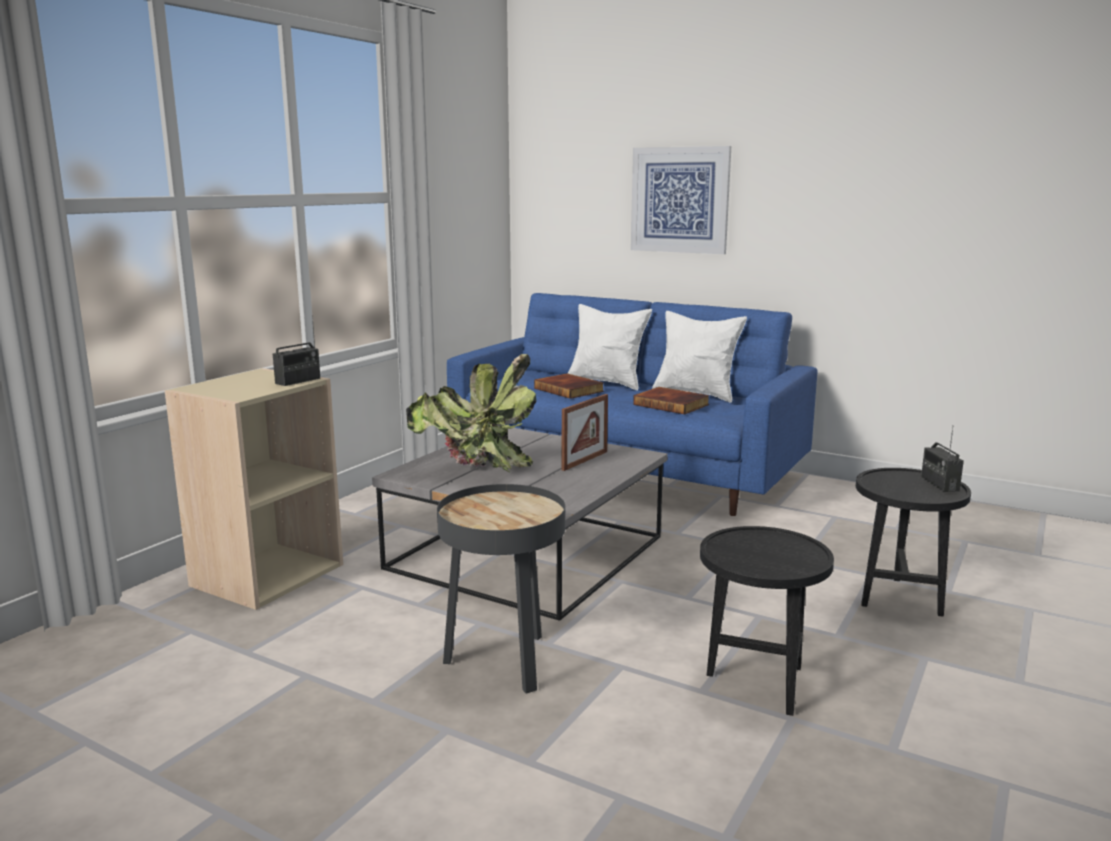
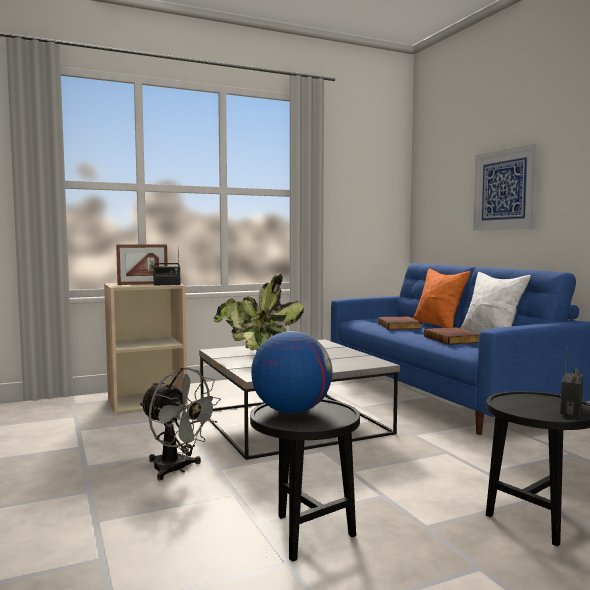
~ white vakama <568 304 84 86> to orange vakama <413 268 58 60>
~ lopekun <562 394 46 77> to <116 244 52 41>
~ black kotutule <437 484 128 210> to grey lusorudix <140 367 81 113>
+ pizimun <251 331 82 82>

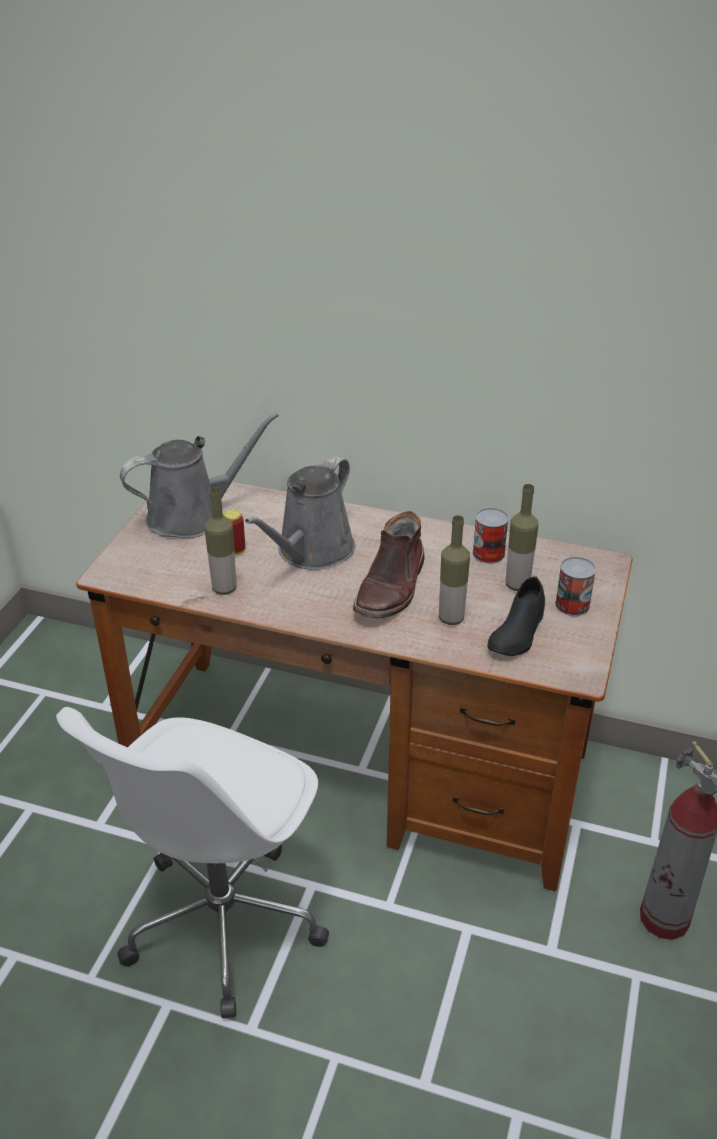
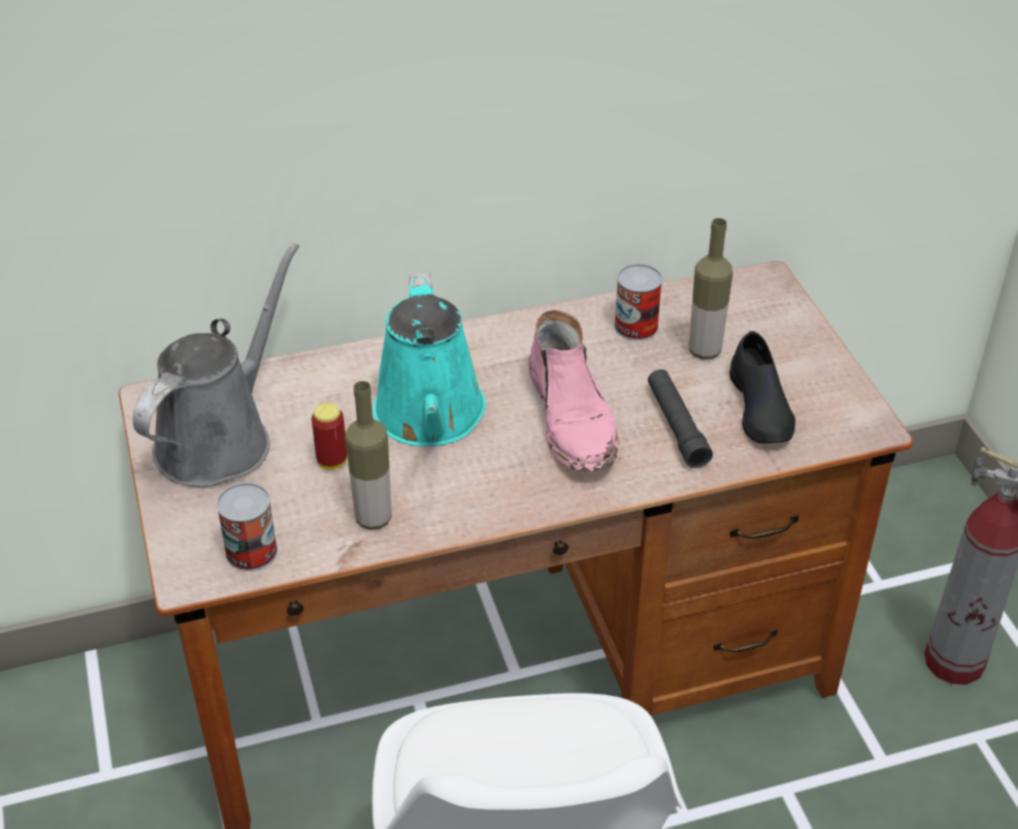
~ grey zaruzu <245 456 110 114> to turquoise zaruzu <373 273 113 173>
~ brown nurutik <353 511 72 107> to pink nurutik <529 310 89 161>
~ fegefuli <439 515 31 110> to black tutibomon <648 369 65 99>
~ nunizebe <555 557 41 59> to <216 483 62 88>

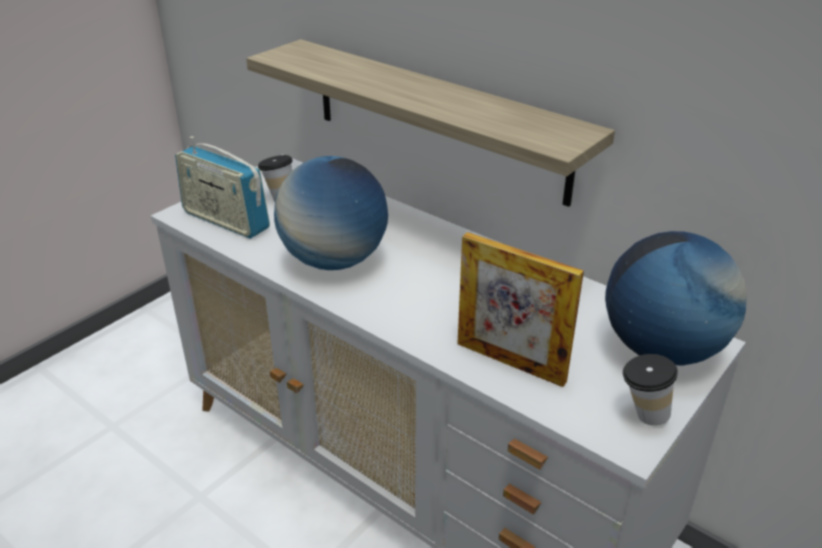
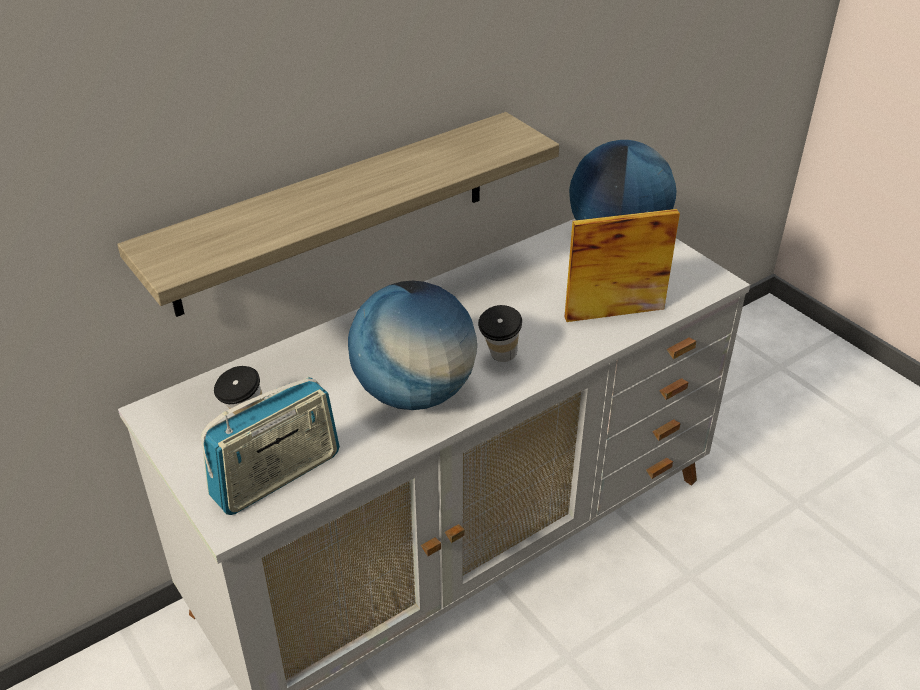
~ lopekun <458 232 126 155> = <565 209 115 113> 150 degrees counterclockwise
~ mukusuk <623 354 55 72> to <478 305 44 57>

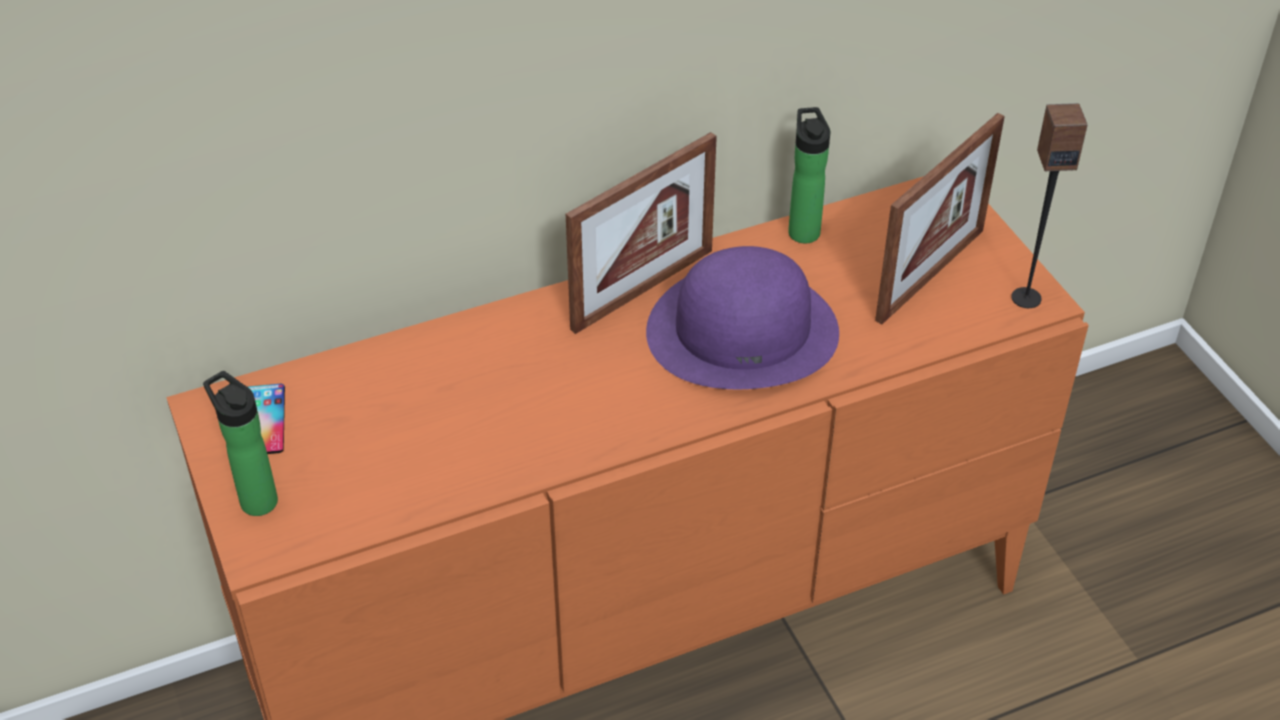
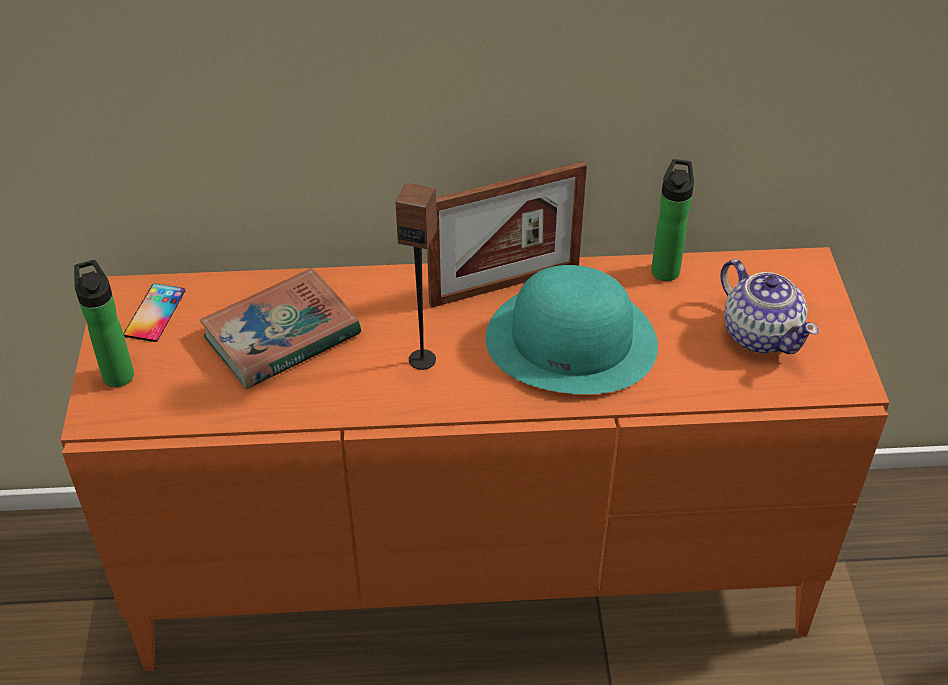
~ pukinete <1011 103 76 205> to <395 182 42 188>
~ lopekun <875 113 130 211> to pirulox <720 259 99 95>
~ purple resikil <646 246 193 143> to turquoise resikil <486 265 172 129>
+ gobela <200 268 161 121>

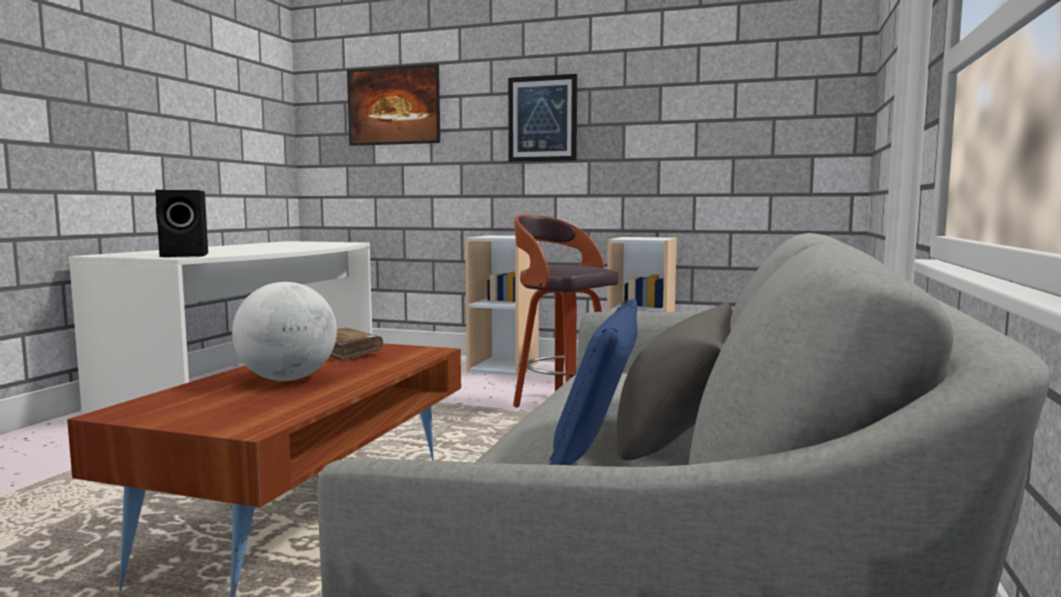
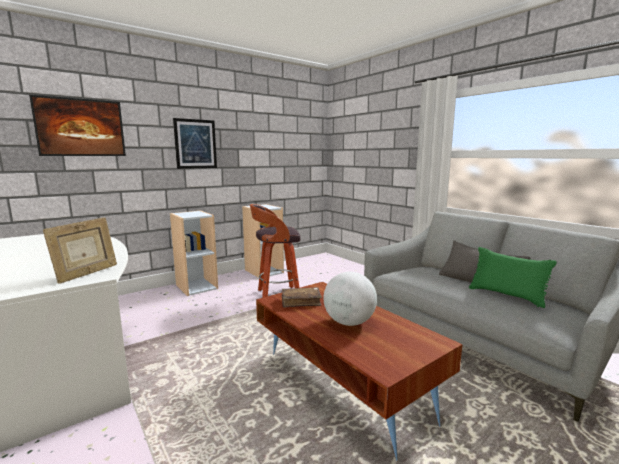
~ black pukinete <155 190 53 67> to lopekun <43 217 74 66>
~ blue vakama <549 299 89 166> to green vakama <469 247 88 61>

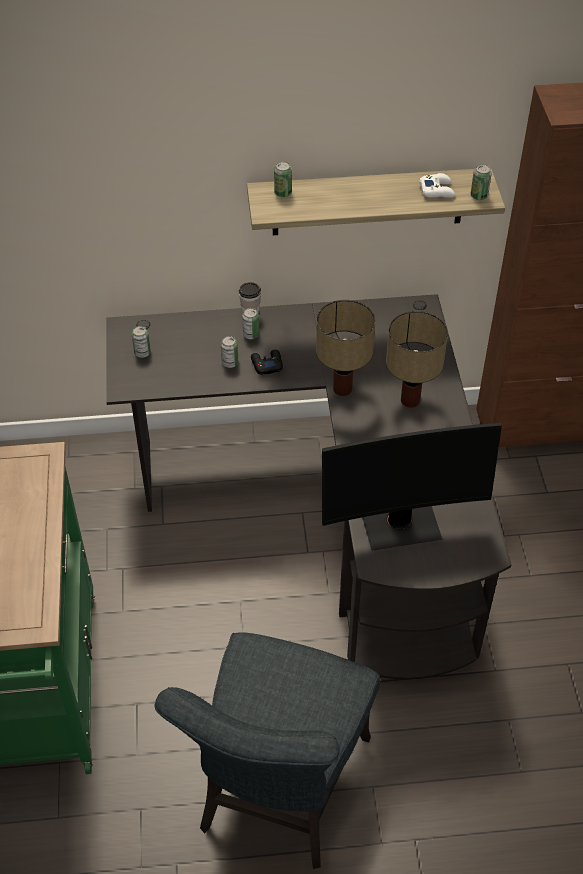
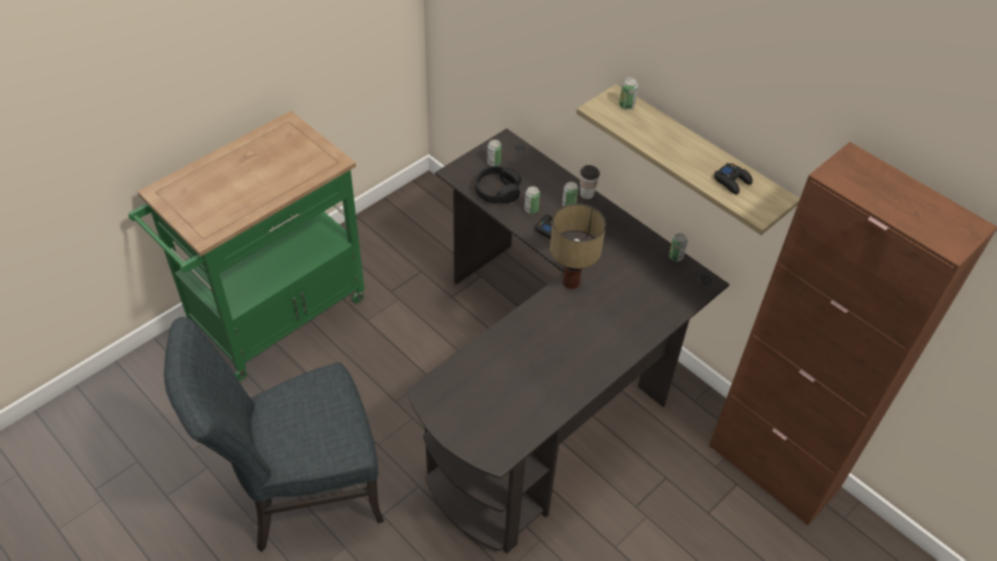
~ nunizebe <471 164 21 36> to <669 233 19 28>
~ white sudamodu <419 173 36 25> to black sudamodu <714 163 39 32>
- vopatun <386 311 62 97>
- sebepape <322 423 180 128>
+ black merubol <475 166 46 38>

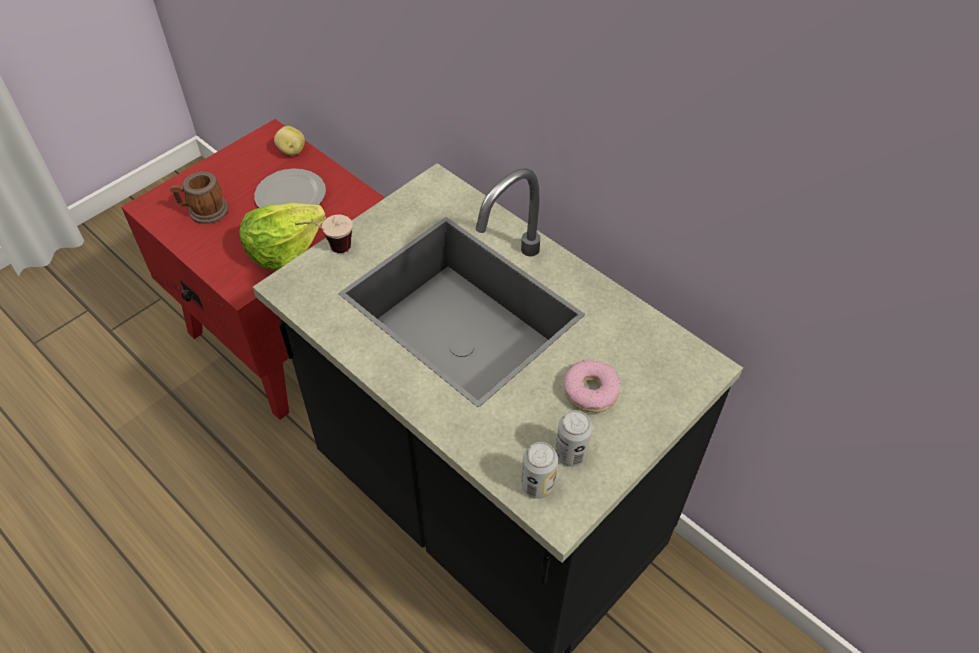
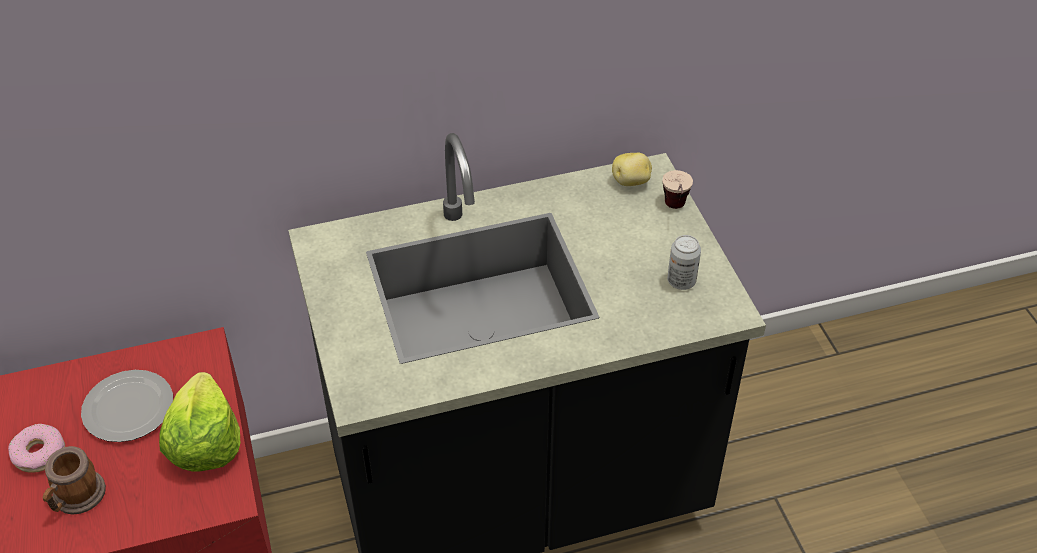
~ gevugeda <274 126 31 29> to <612 153 40 33>
~ mukusuk <295 214 58 39> to <662 170 31 39>
~ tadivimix <564 360 56 53> to <8 424 57 49>
- nunizebe <521 442 37 57>

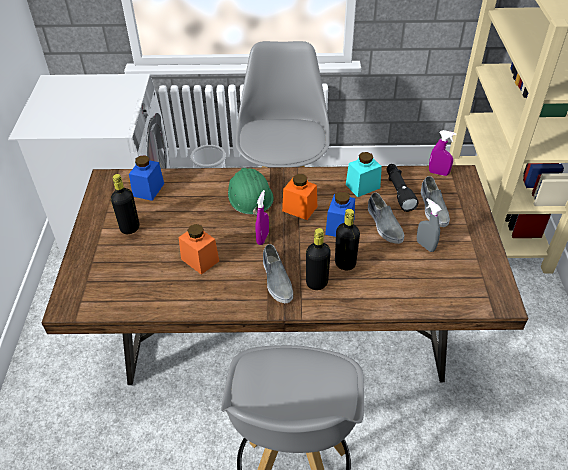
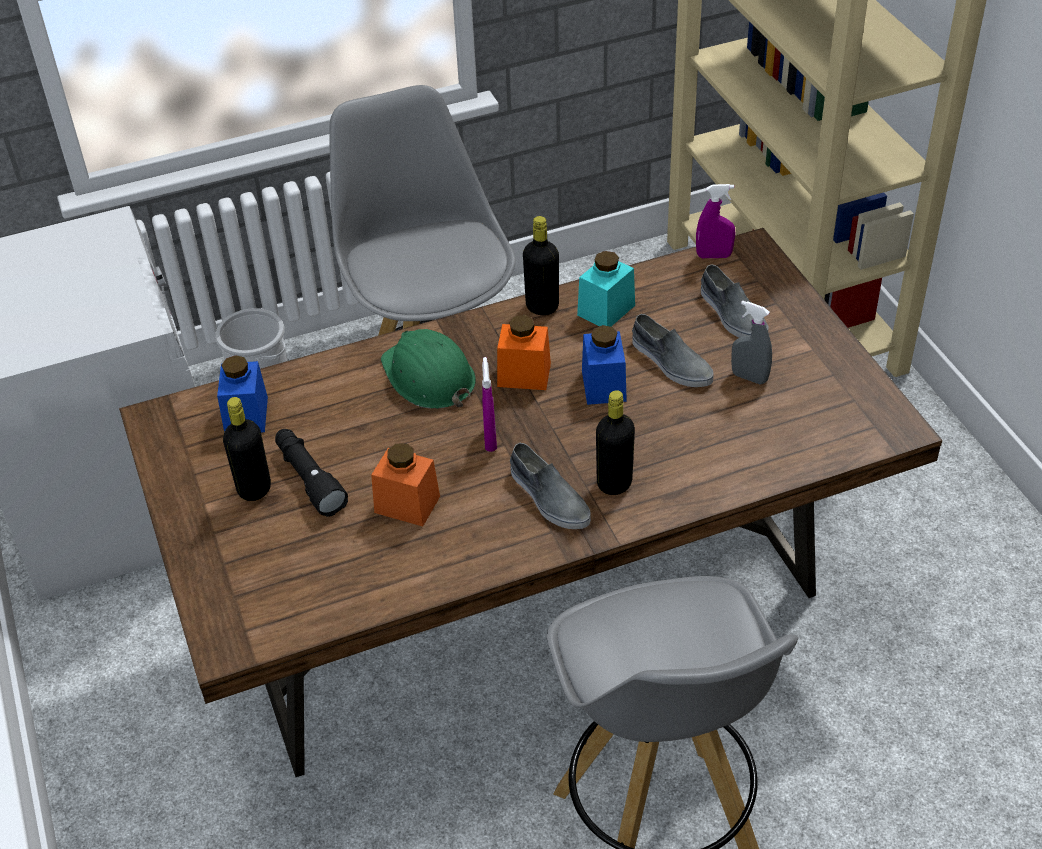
~ black tutibomon <387 164 32 48> to <275 429 73 88>
~ black fegefuli <335 209 25 61> to <523 216 36 99>

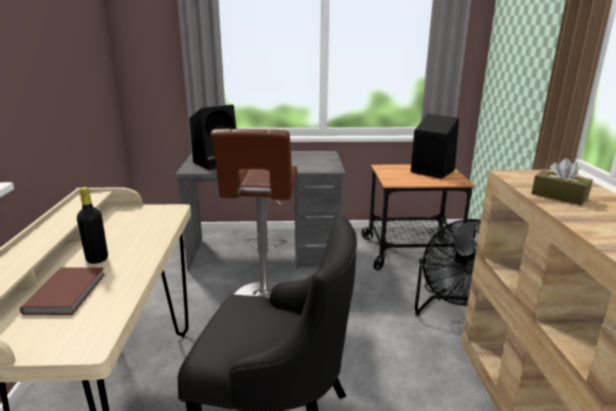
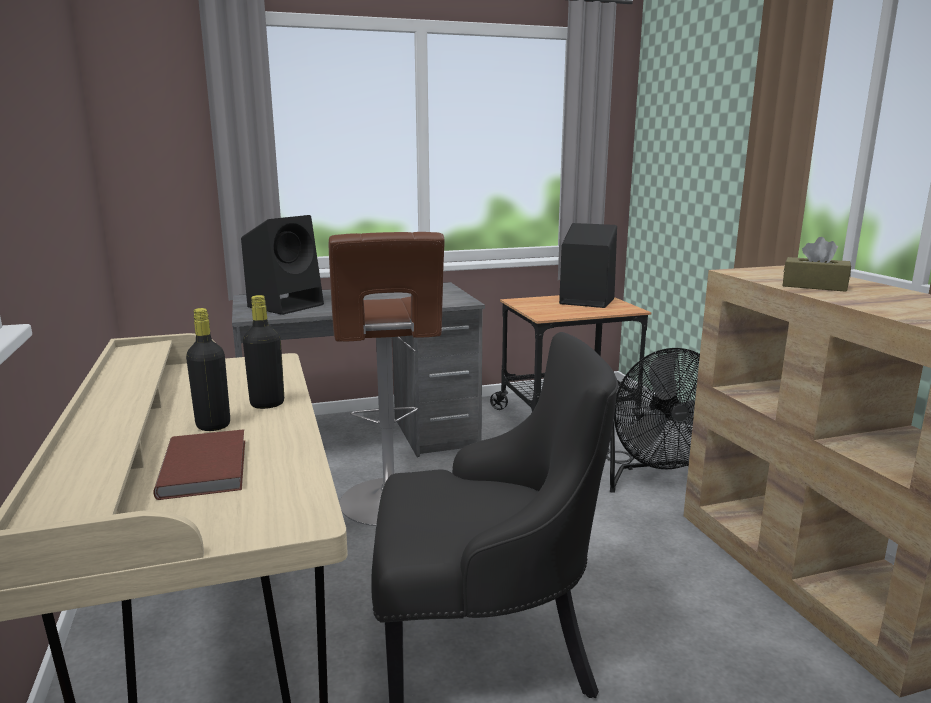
+ black fegefuli <243 295 41 114>

